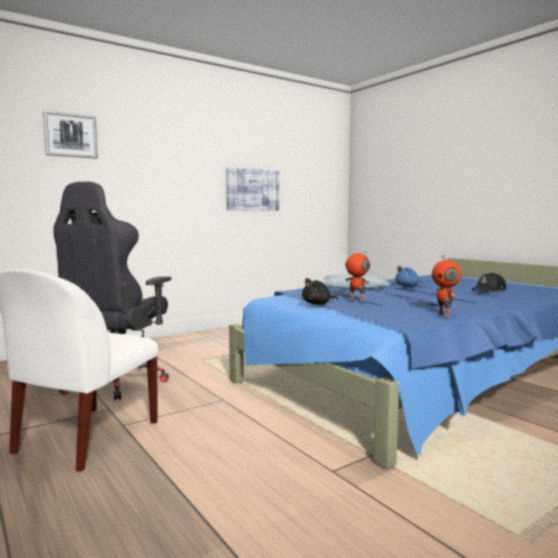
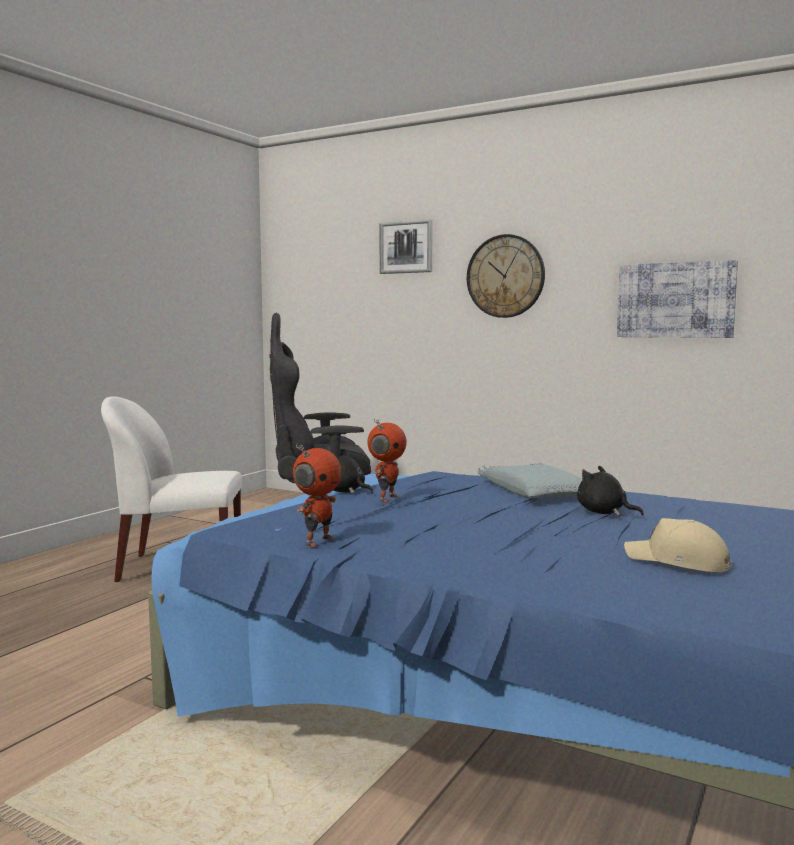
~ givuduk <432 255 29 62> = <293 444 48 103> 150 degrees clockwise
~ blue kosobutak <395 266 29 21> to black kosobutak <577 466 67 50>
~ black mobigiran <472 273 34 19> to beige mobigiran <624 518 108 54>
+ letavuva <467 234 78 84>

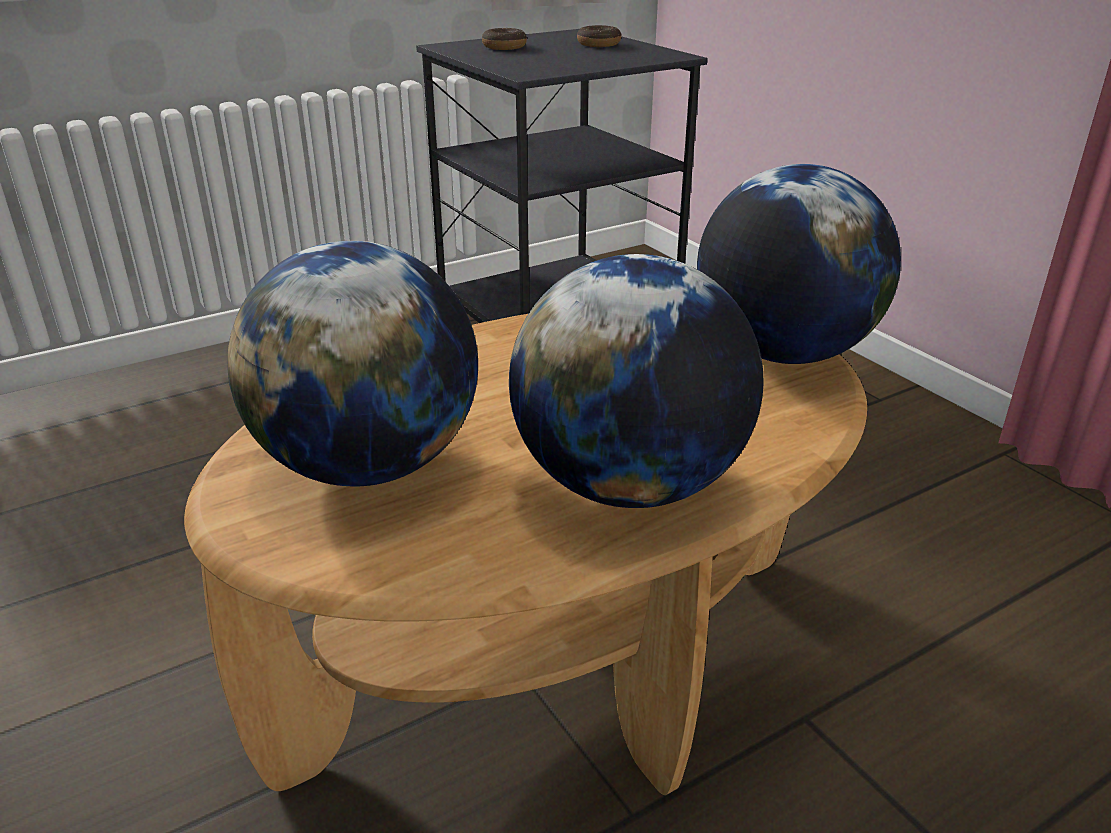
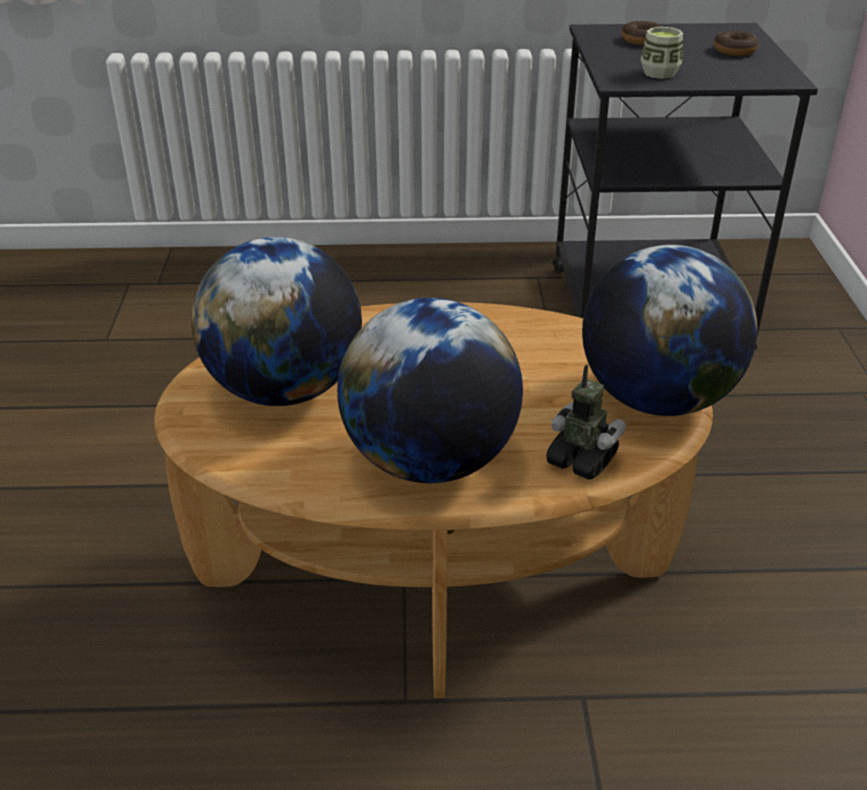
+ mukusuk <641 27 42 52>
+ givuduk <546 364 80 116>

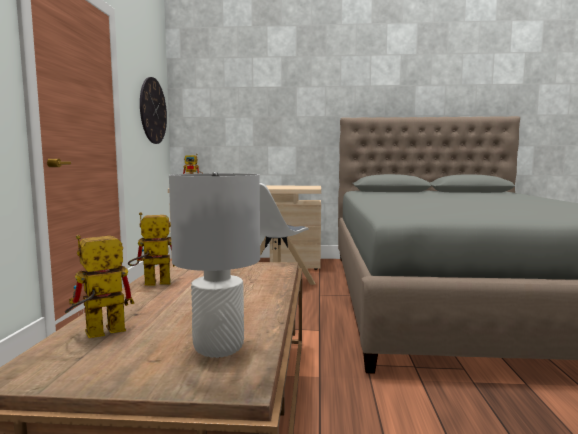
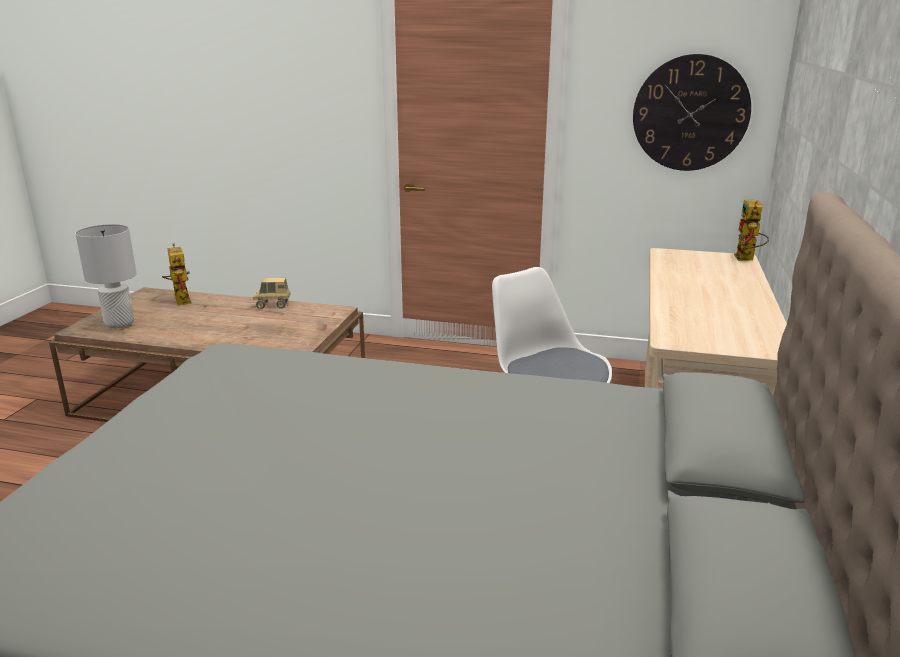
~ givuduk <128 212 46 74> to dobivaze <253 278 38 31>

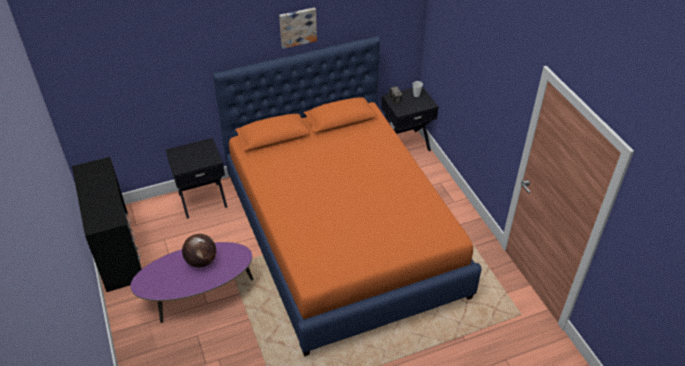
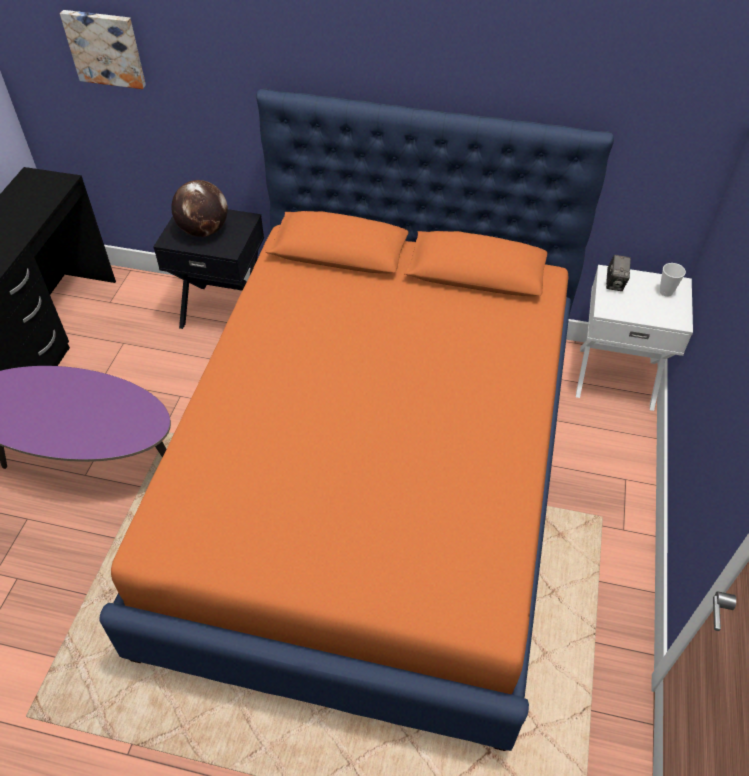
~ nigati <279 7 38 42> to <60 10 86 79>
~ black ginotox <381 87 57 64> to white ginotox <576 265 117 146>
~ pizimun <182 234 34 34> to <171 180 57 57>

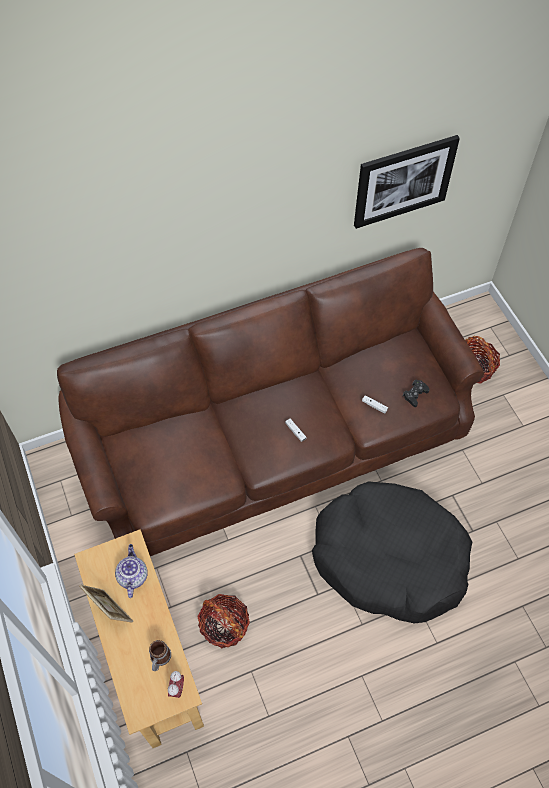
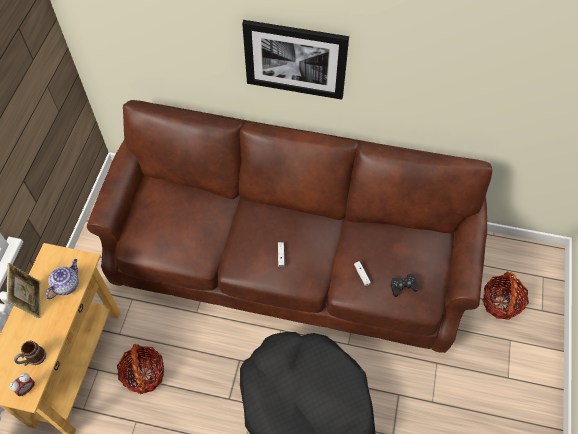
~ nigati <354 135 106 94> to <242 20 107 80>

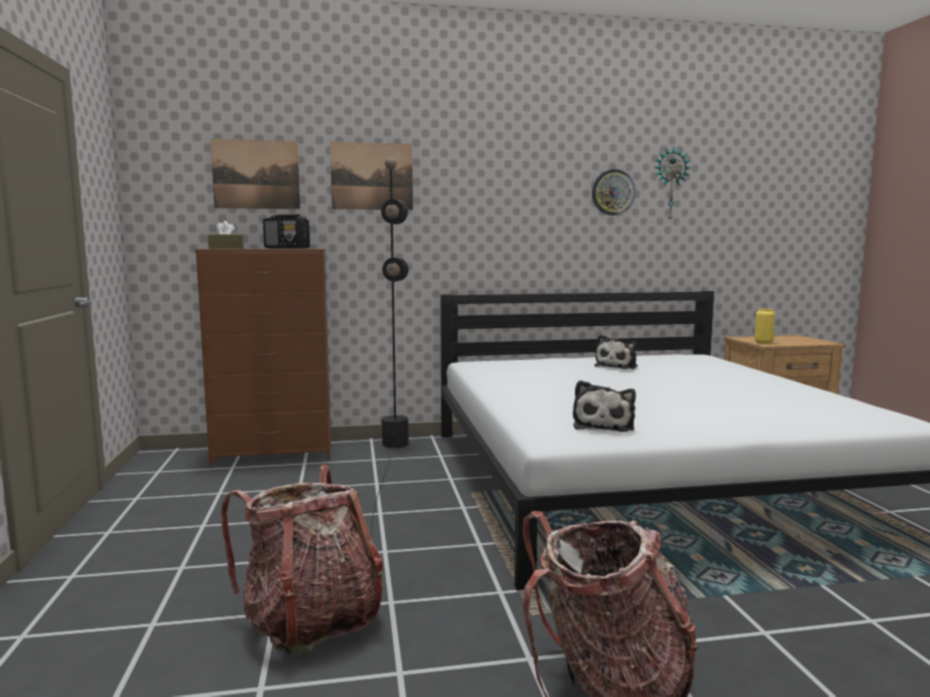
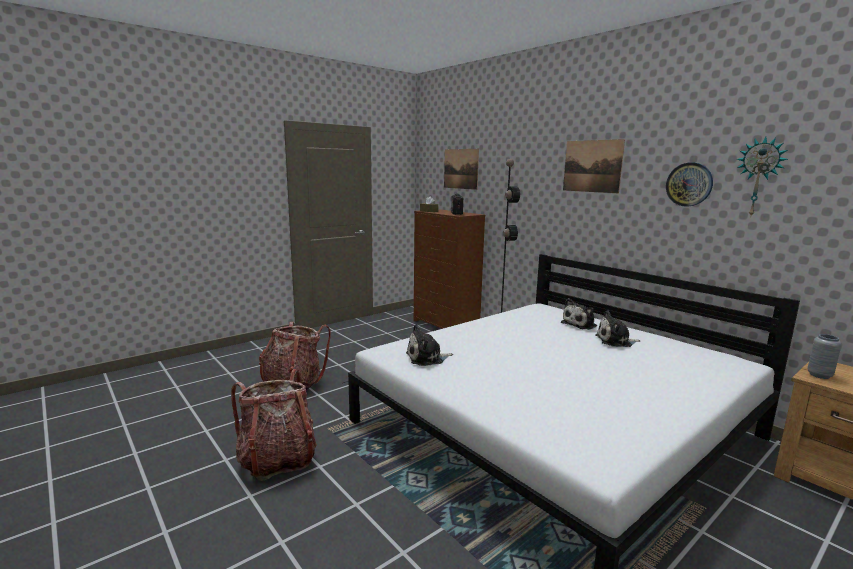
~ nigati <330 142 83 68> to <563 139 62 54>
~ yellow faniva <754 308 21 36> to grey faniva <807 334 35 45>
+ kosobutak <561 298 36 32>

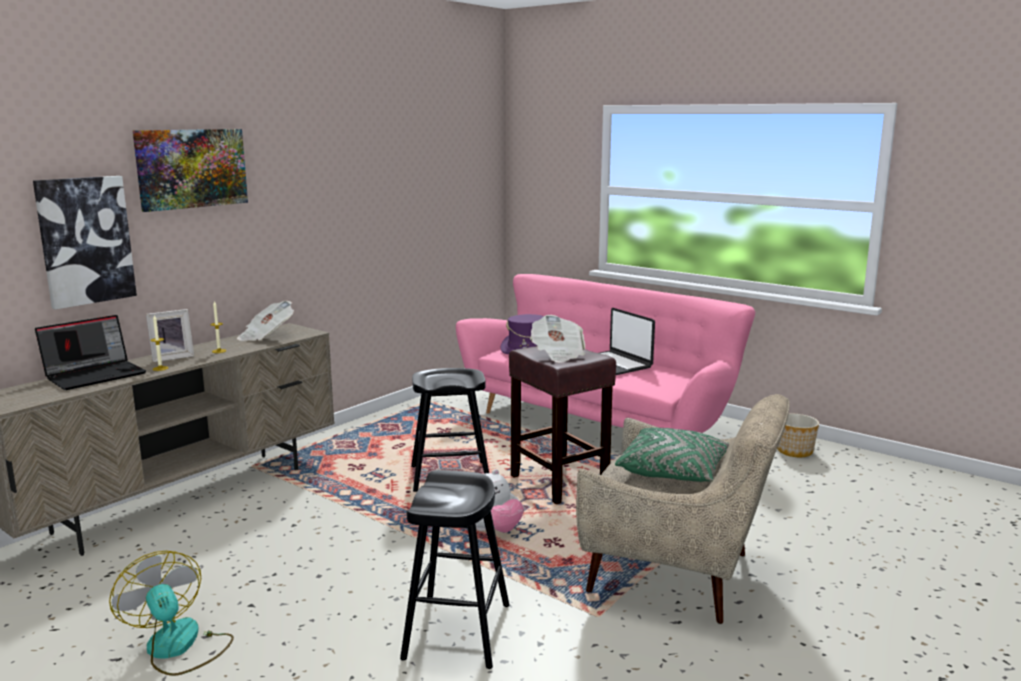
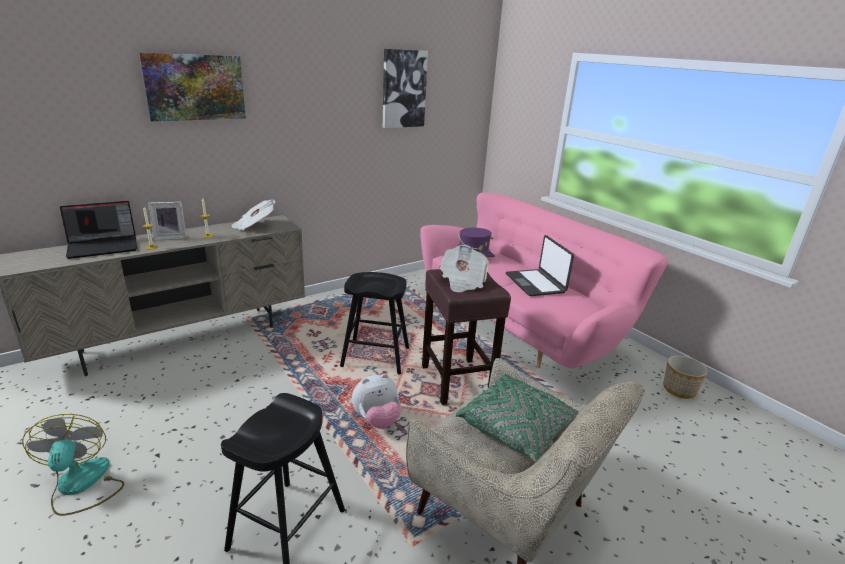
~ nigati <33 176 104 134> to <383 49 45 79>

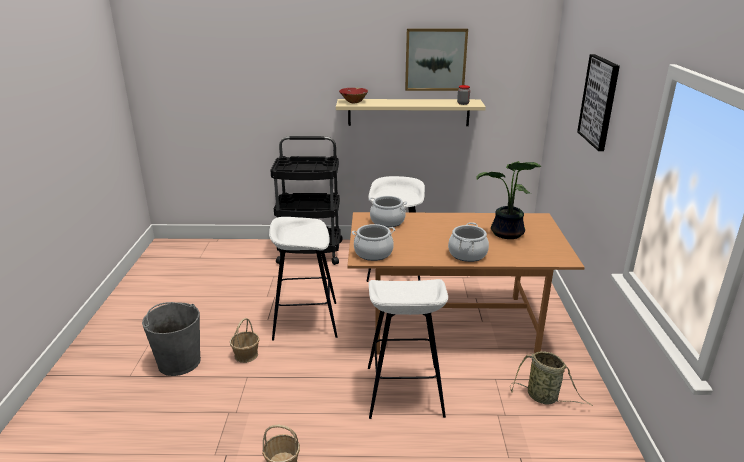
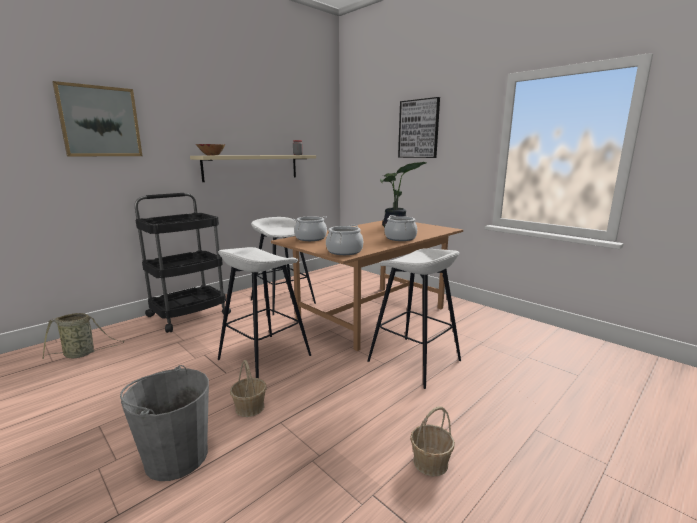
~ nigati <405 28 63 63> to <52 81 90 76>
~ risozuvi <510 351 83 55> to <43 313 81 46>

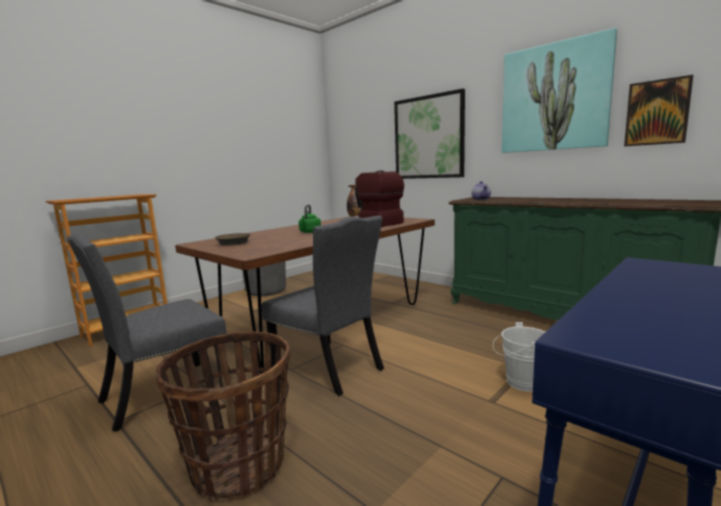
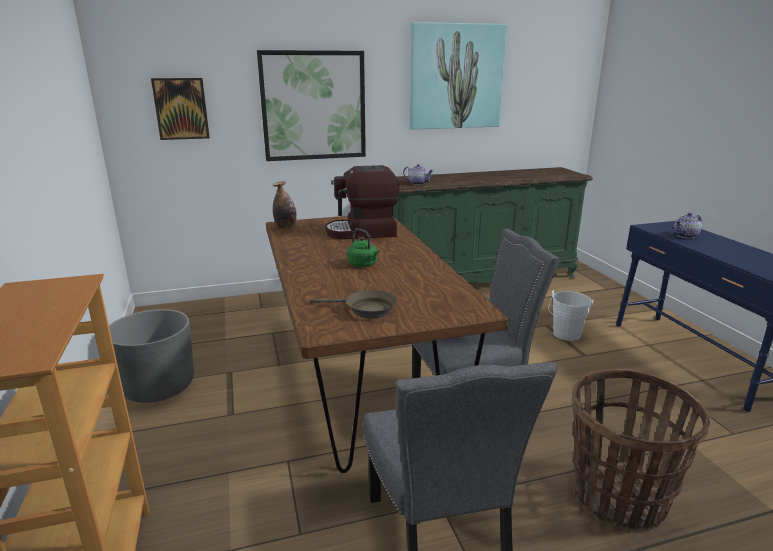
~ nigati <624 75 69 71> to <151 78 59 62>
+ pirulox <674 213 28 26>

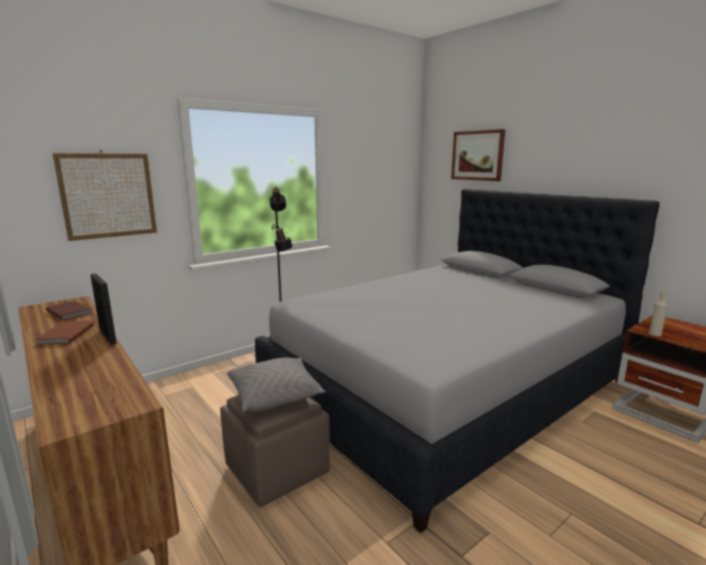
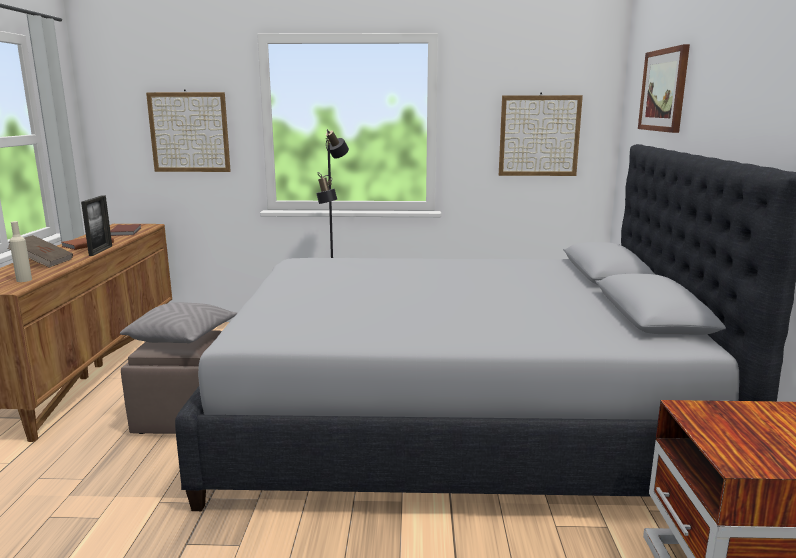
~ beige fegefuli <649 290 19 46> to <9 221 23 61>
+ nigati <499 92 84 84>
+ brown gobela <7 235 66 33>

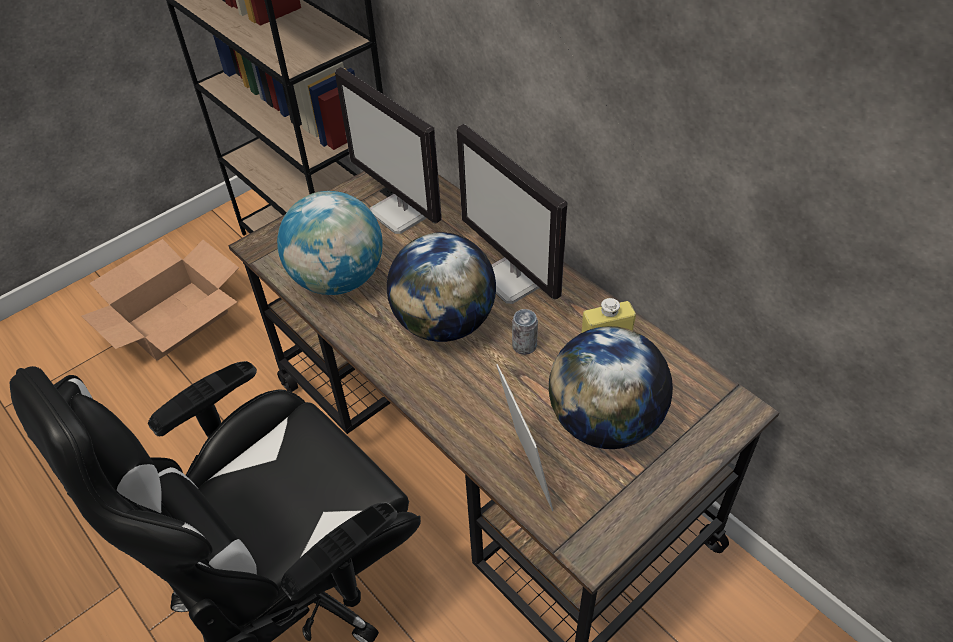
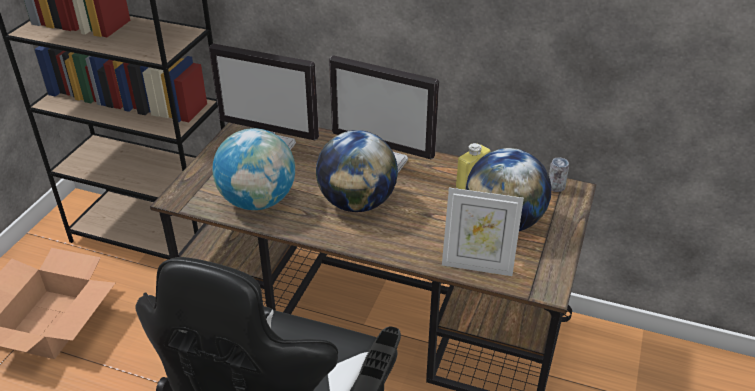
~ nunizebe <512 309 26 46> to <549 157 20 35>
~ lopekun <496 364 57 147> = <442 188 82 88> 150 degrees clockwise

